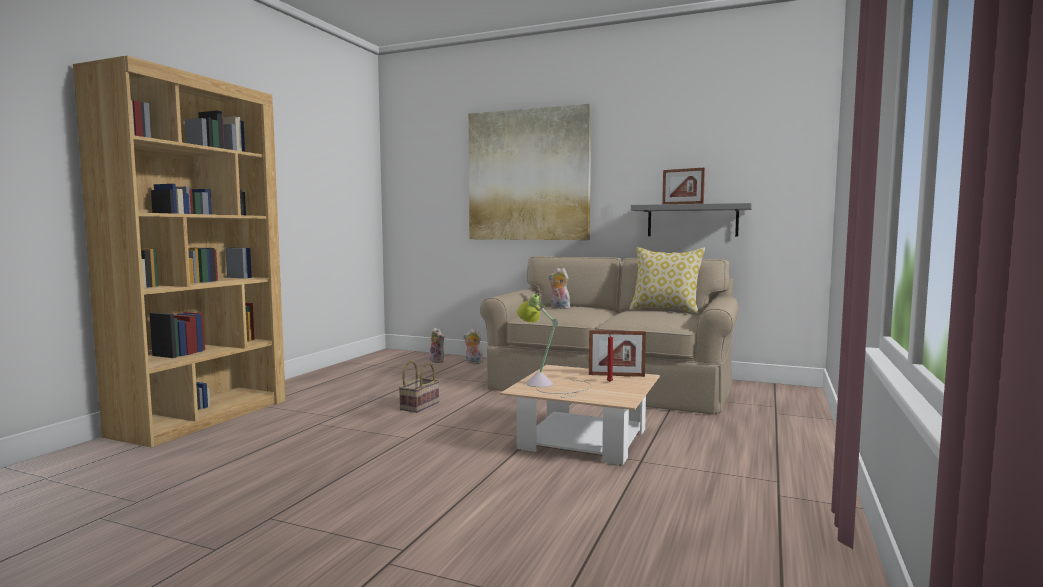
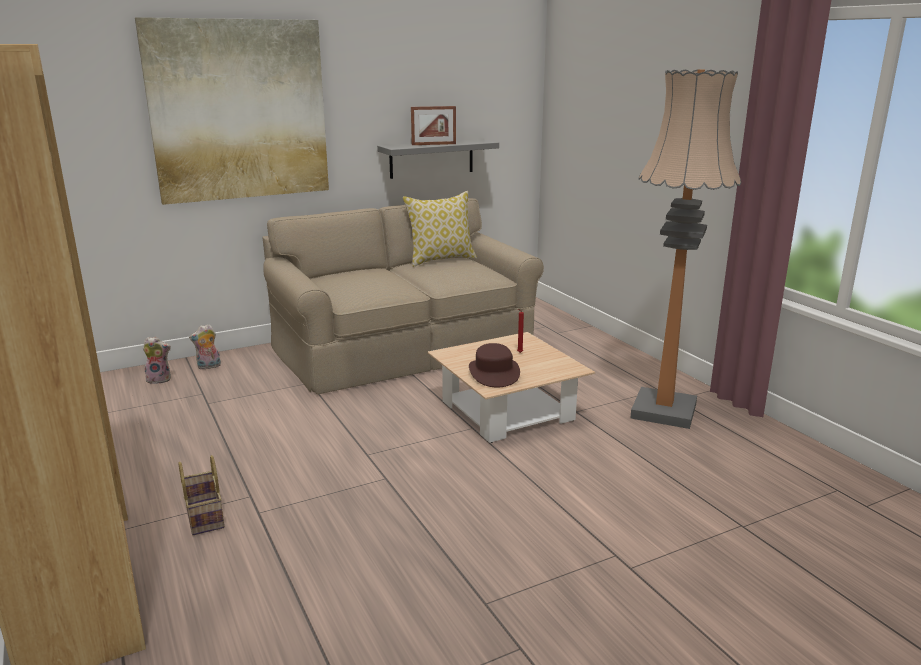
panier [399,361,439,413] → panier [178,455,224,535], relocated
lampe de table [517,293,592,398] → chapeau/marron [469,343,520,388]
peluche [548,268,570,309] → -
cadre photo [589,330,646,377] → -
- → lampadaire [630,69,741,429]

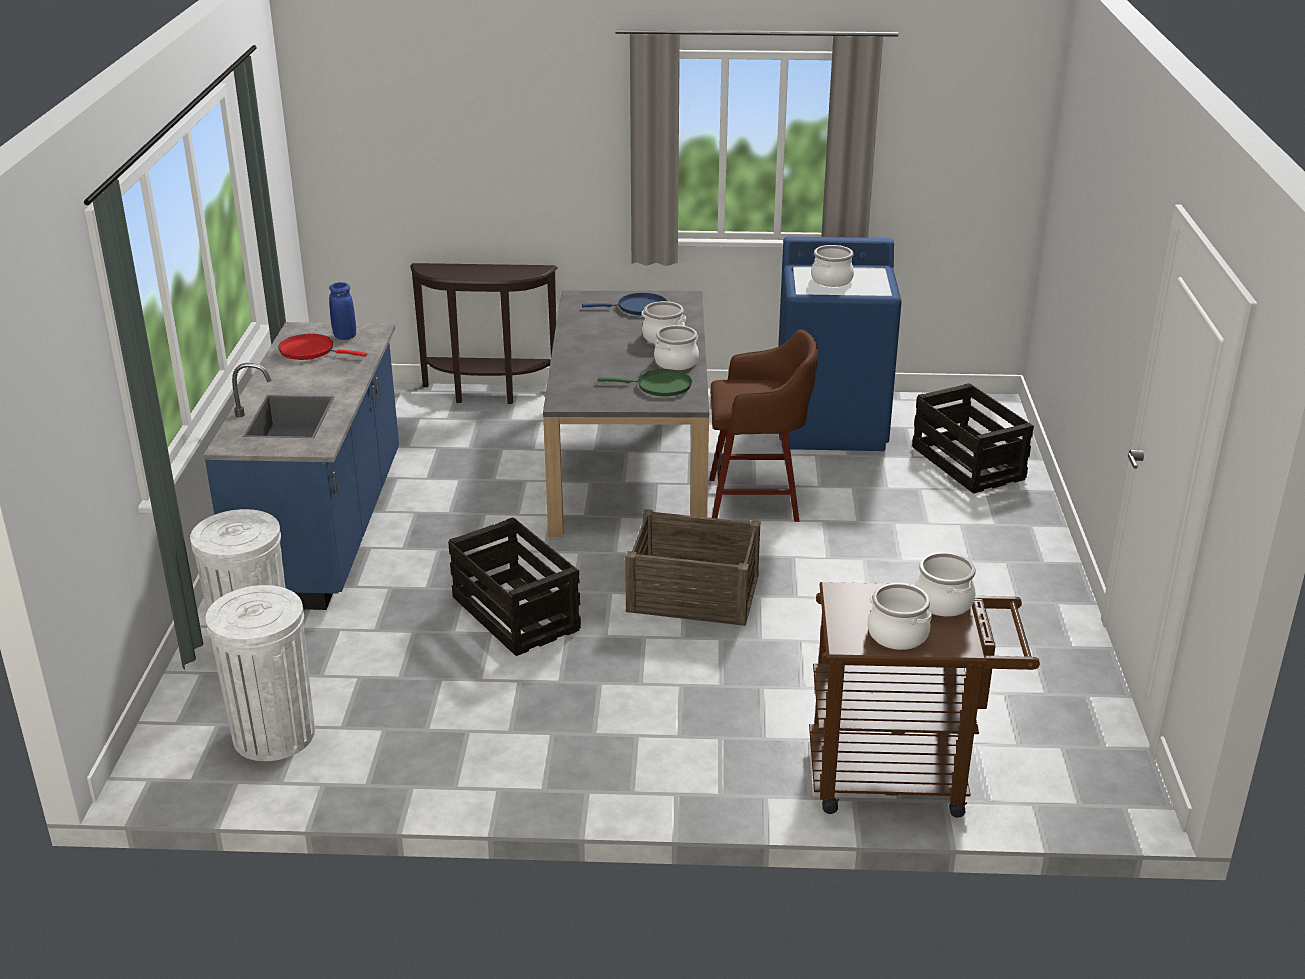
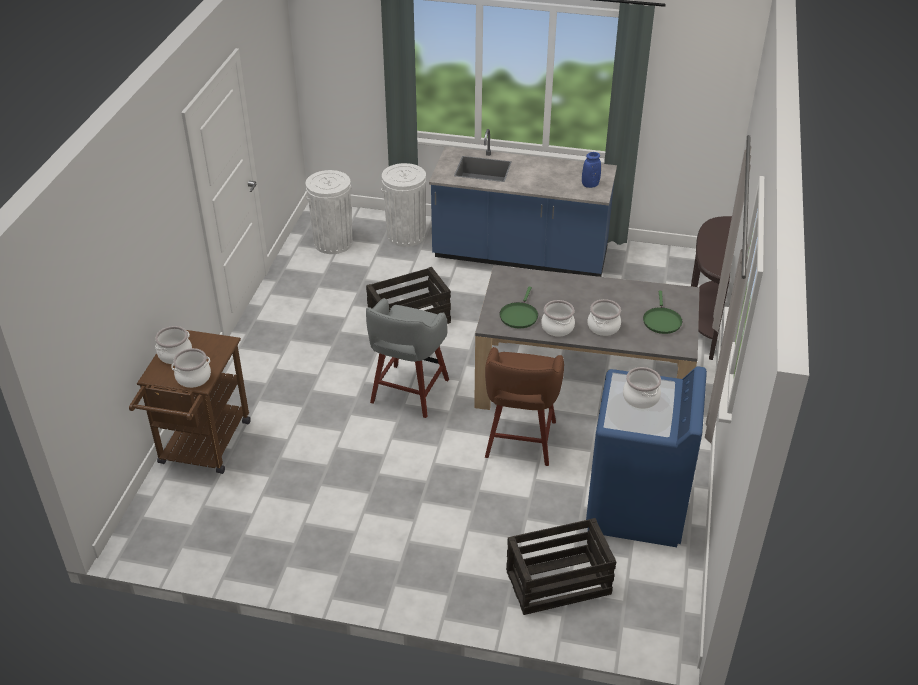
poêle/rouge [278,334,367,360] → -
poêle/bleu [582,293,667,315] → poêle/vert [643,291,682,334]
caisse [625,509,760,626] → tabouret/gris [366,298,449,418]

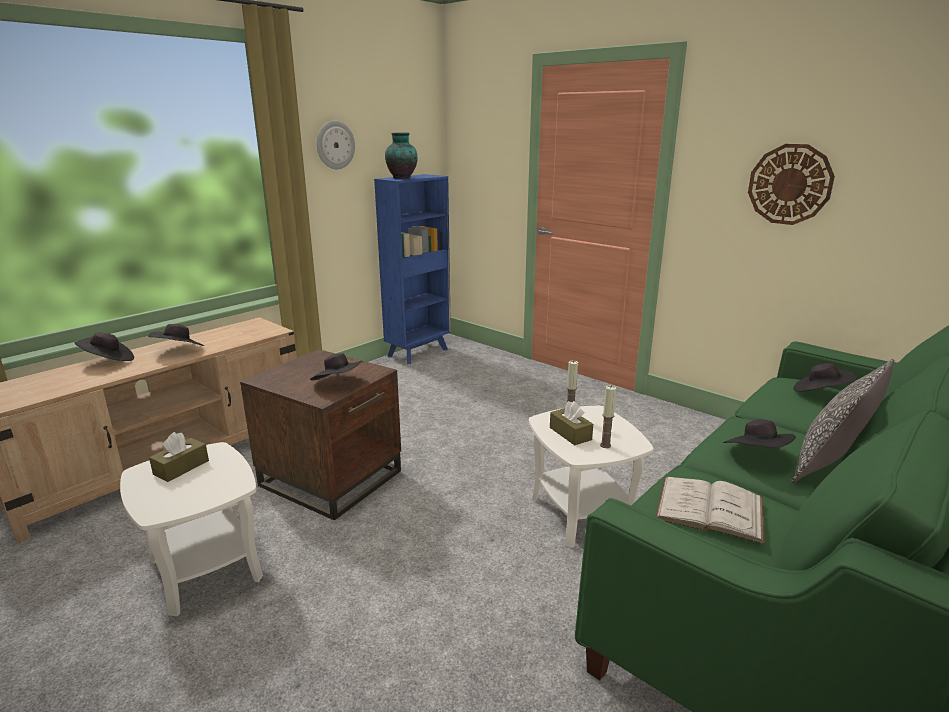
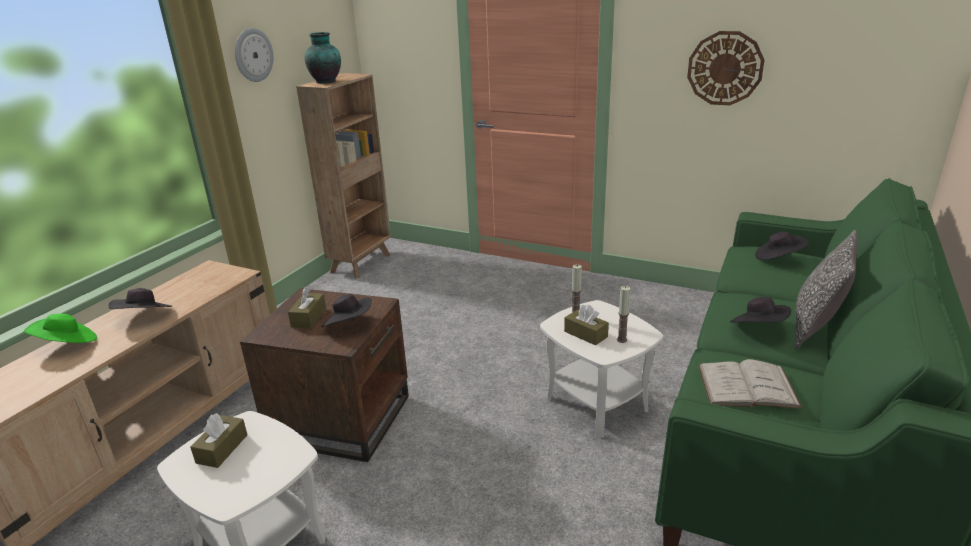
chapeau/noir [74,332,134,361] → chapeau/vert [24,314,97,343]
bibliothèque/bleu [374,174,451,364] → bibliothèque/marron [296,73,391,279]
- → boîte à mouchoirs/marron [288,287,326,328]

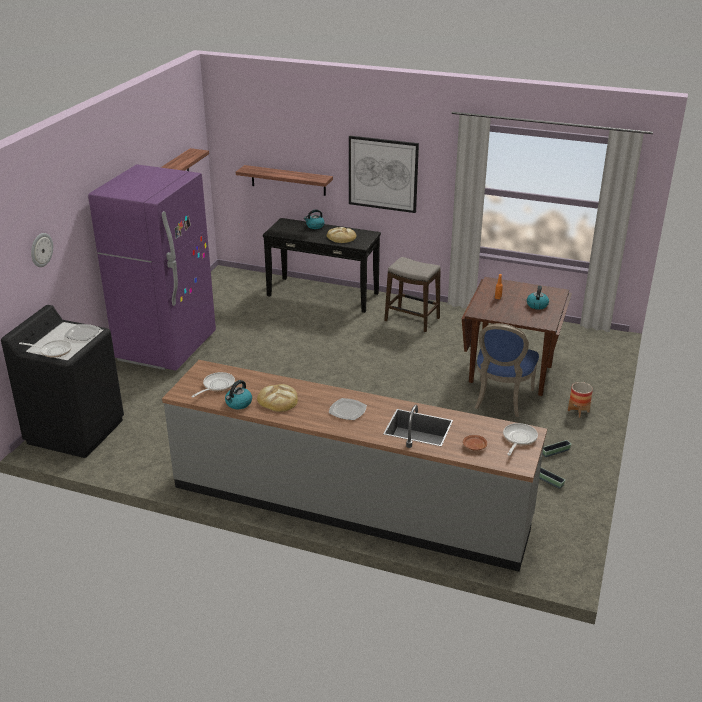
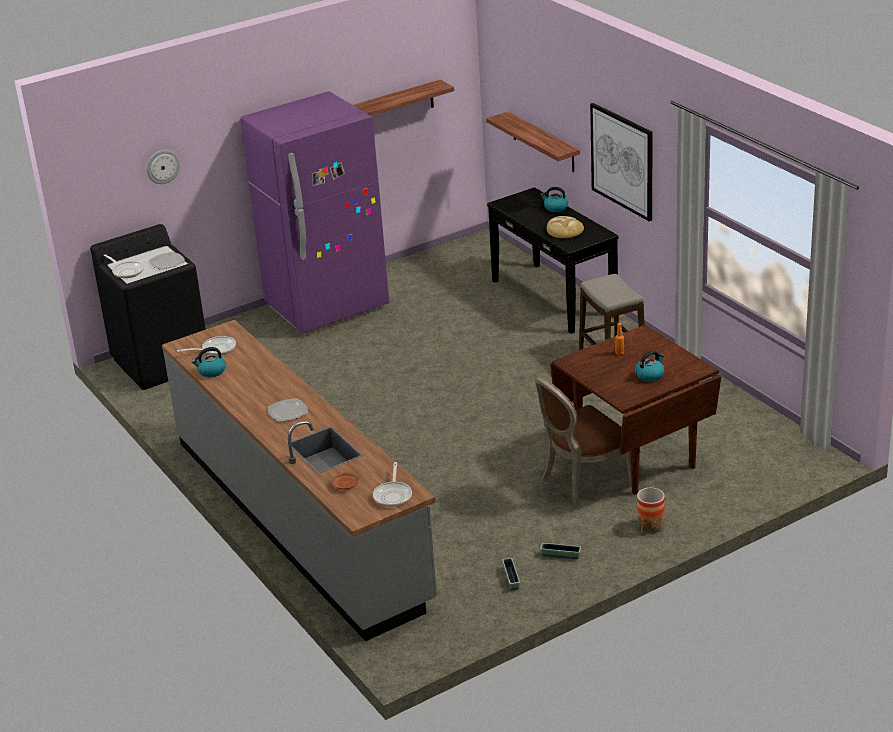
pain [257,384,298,412] → -
chaise/bleu [474,323,539,417] → chaise/marron [534,376,632,506]
poêle [503,423,538,456] → poêle [373,462,412,507], 120 degrees clockwise

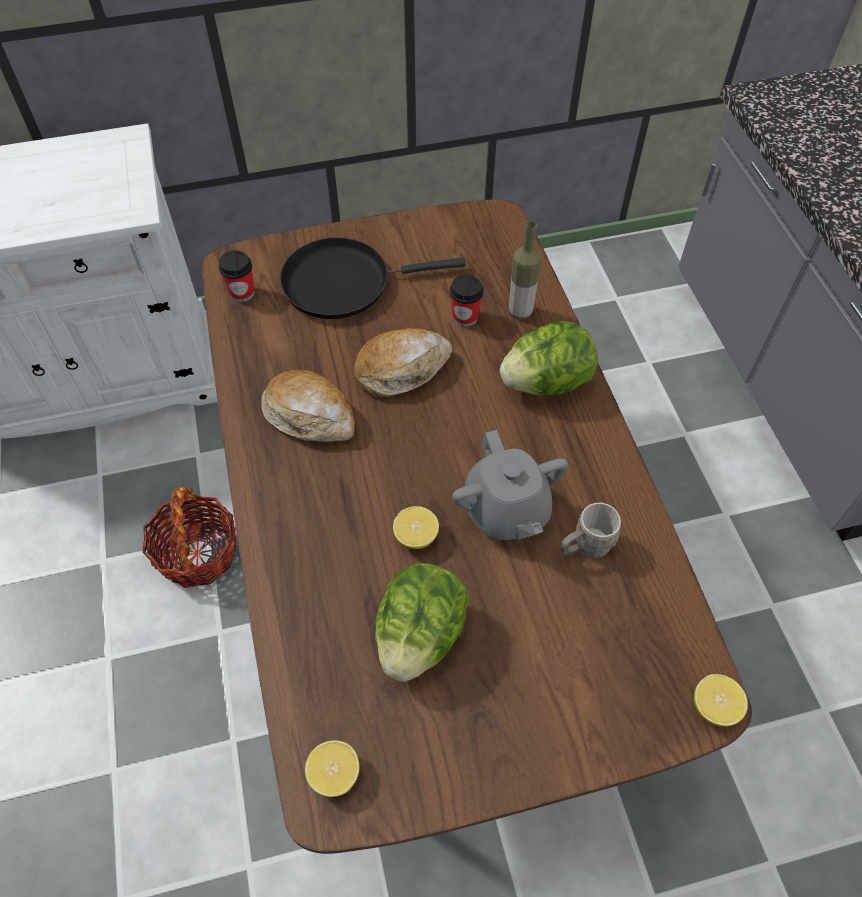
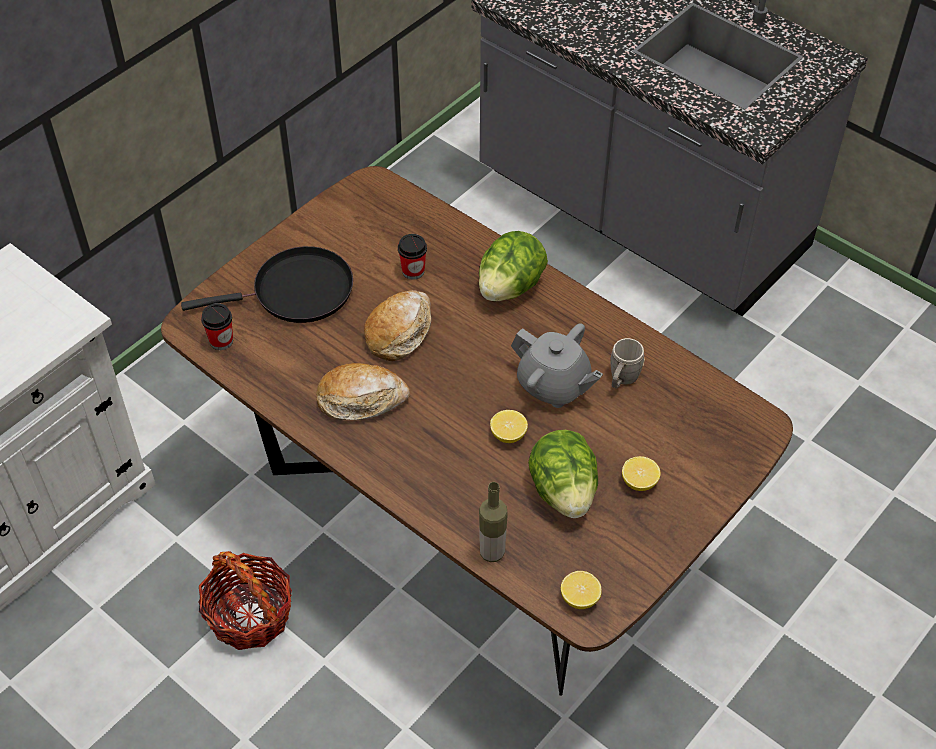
poêle/noir [280,237,466,319] → poêle/noir [181,246,353,323], 150 degrees counterclockwise
bouteille [509,221,541,319] → bouteille [479,482,508,562], relocated
citron [694,674,748,727] → citron [622,456,661,491], relocated

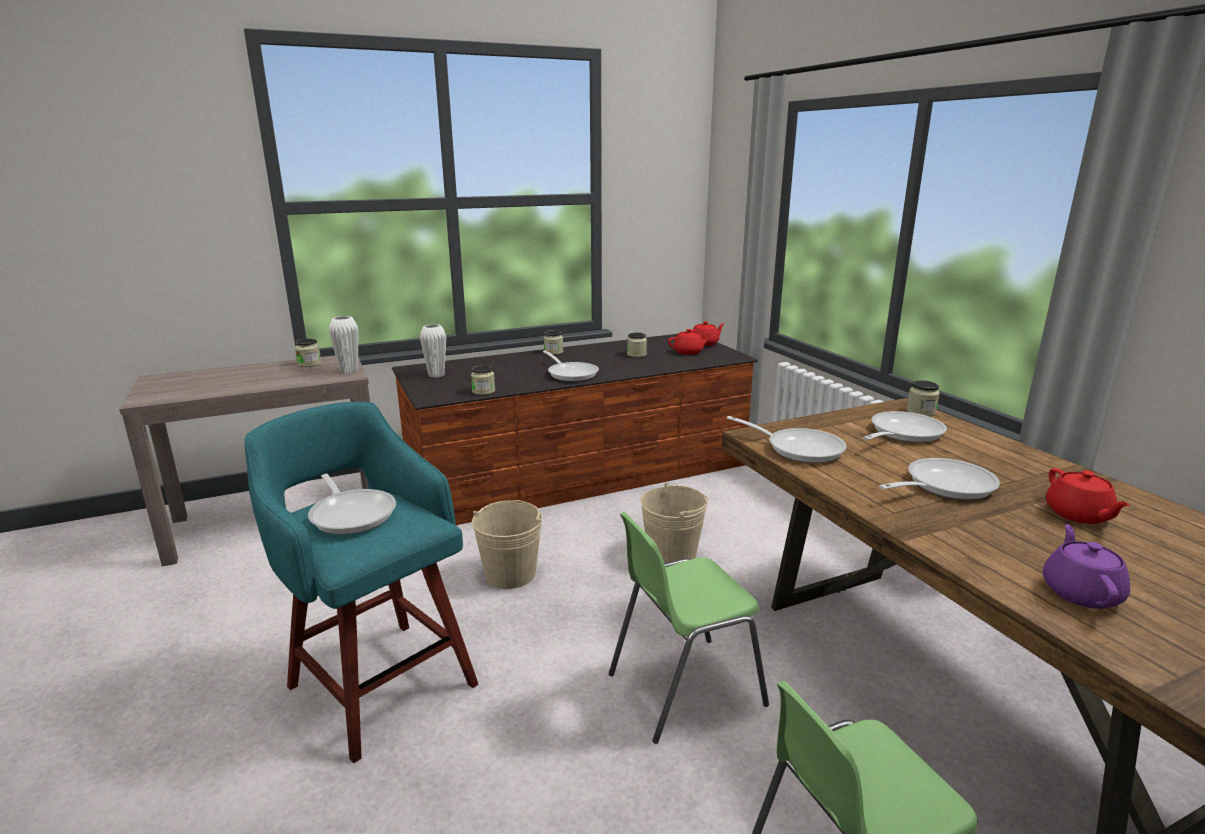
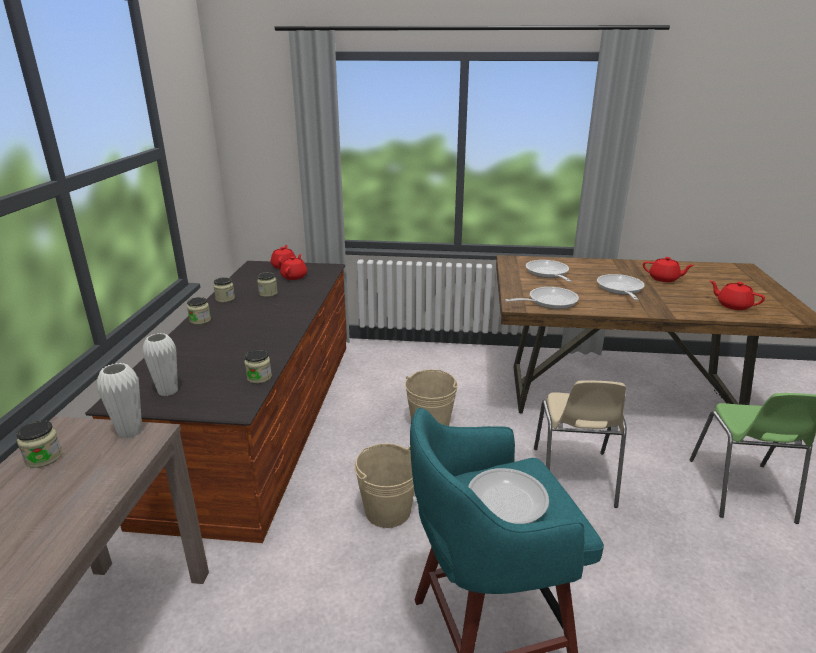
poêle [543,350,599,382] → -
chaise/vert [609,512,769,744] → chaise/beige [534,380,627,508]
bocal [906,380,940,416] → bocal [213,277,235,302], relocated
théière/violet [1043,524,1130,609] → théière/rouge [710,281,765,310]

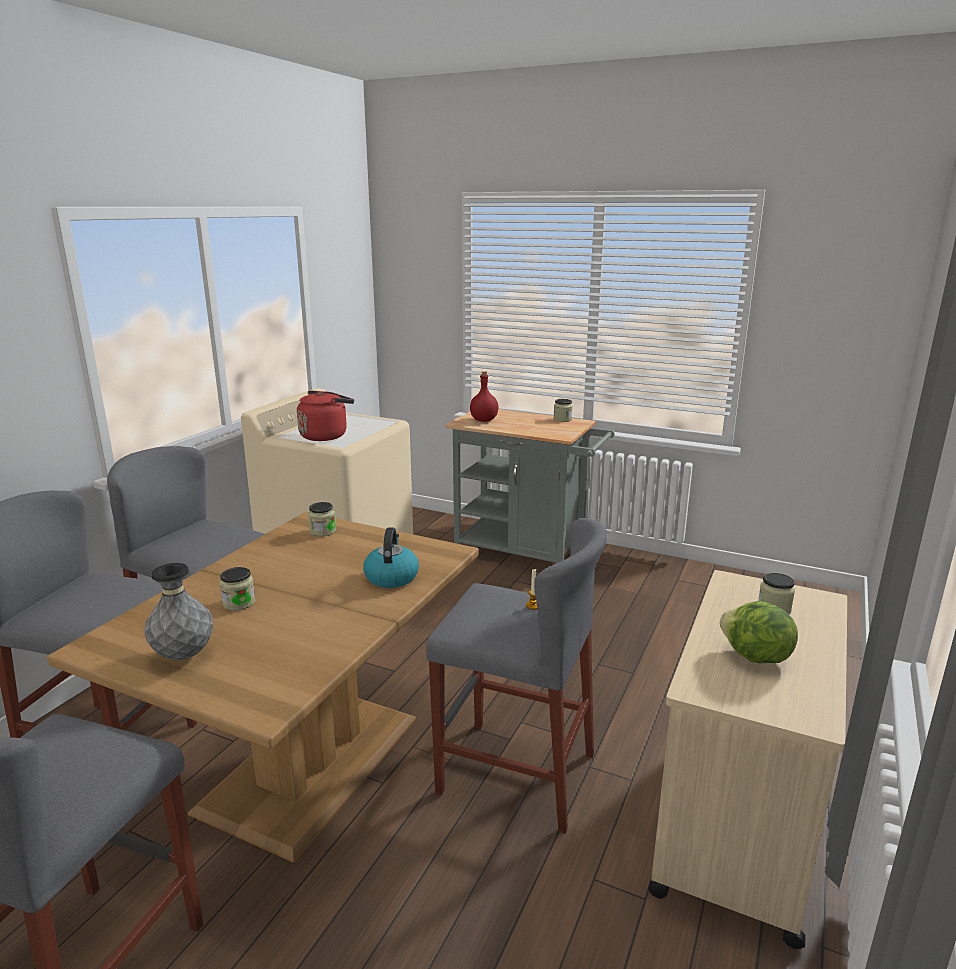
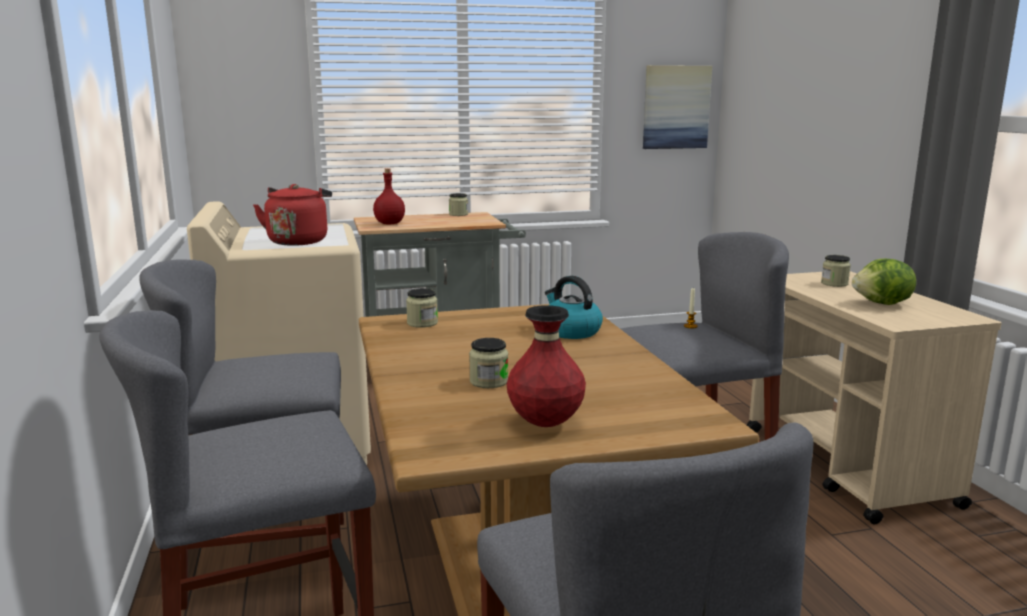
vase/gris [145,563,213,660] → vase/rouge [507,305,586,427]
- → tableau [643,65,712,149]

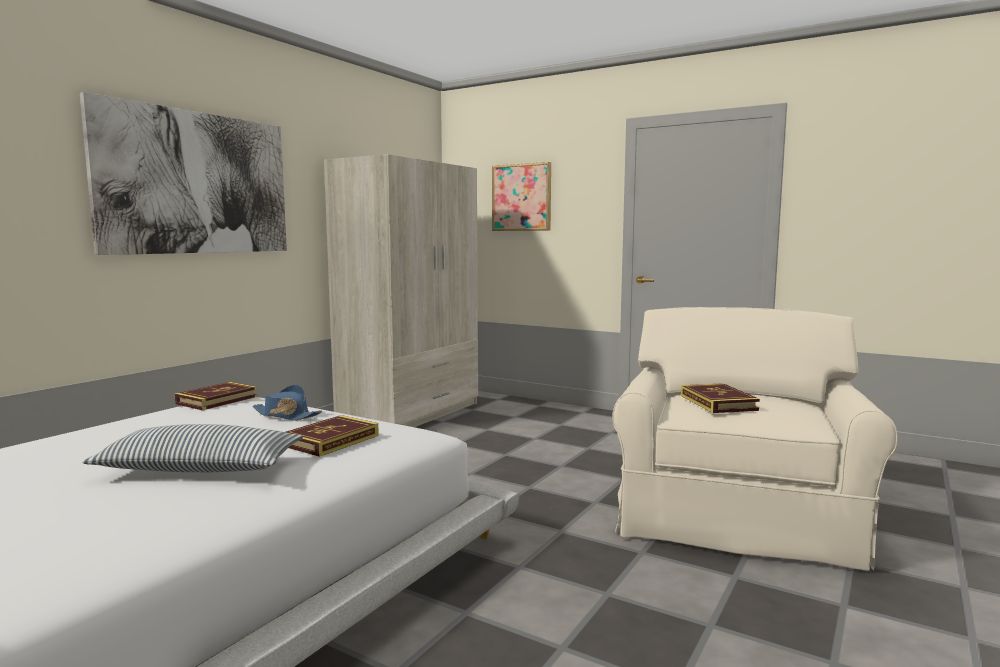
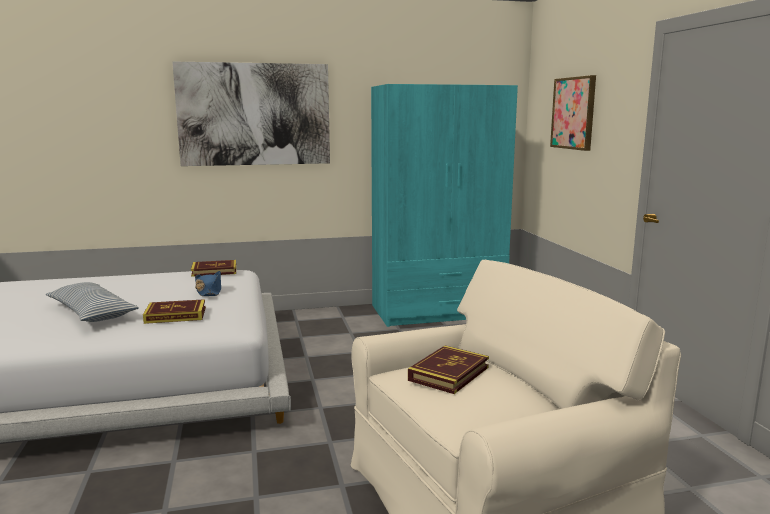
armoire/beige [324,154,478,427] → armoire/turquoise [371,84,518,327]

